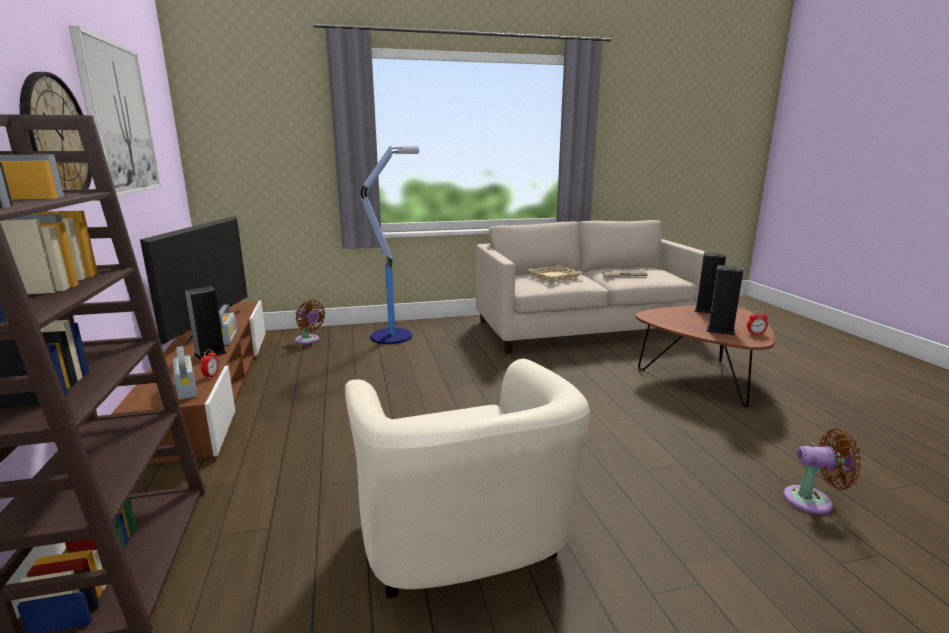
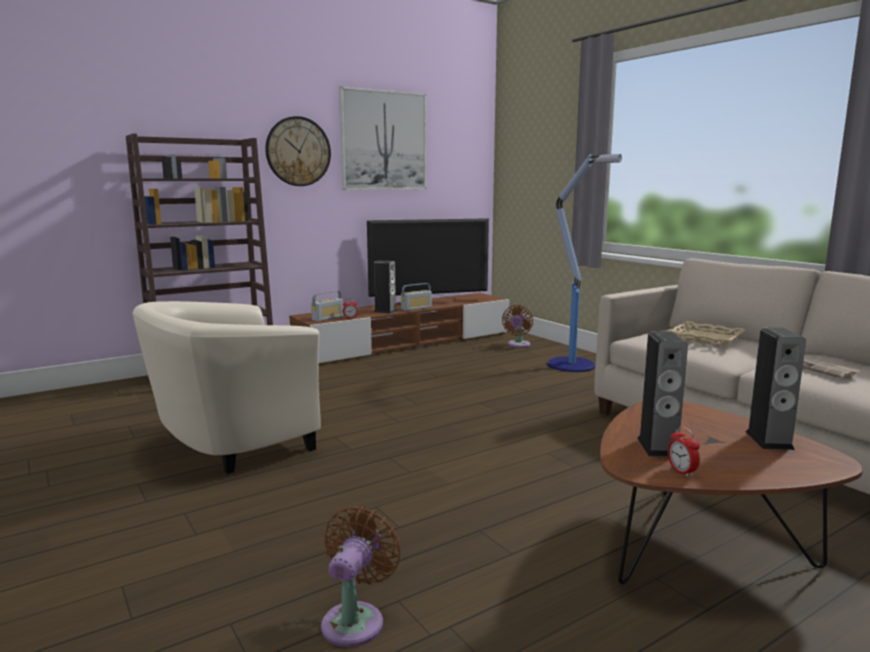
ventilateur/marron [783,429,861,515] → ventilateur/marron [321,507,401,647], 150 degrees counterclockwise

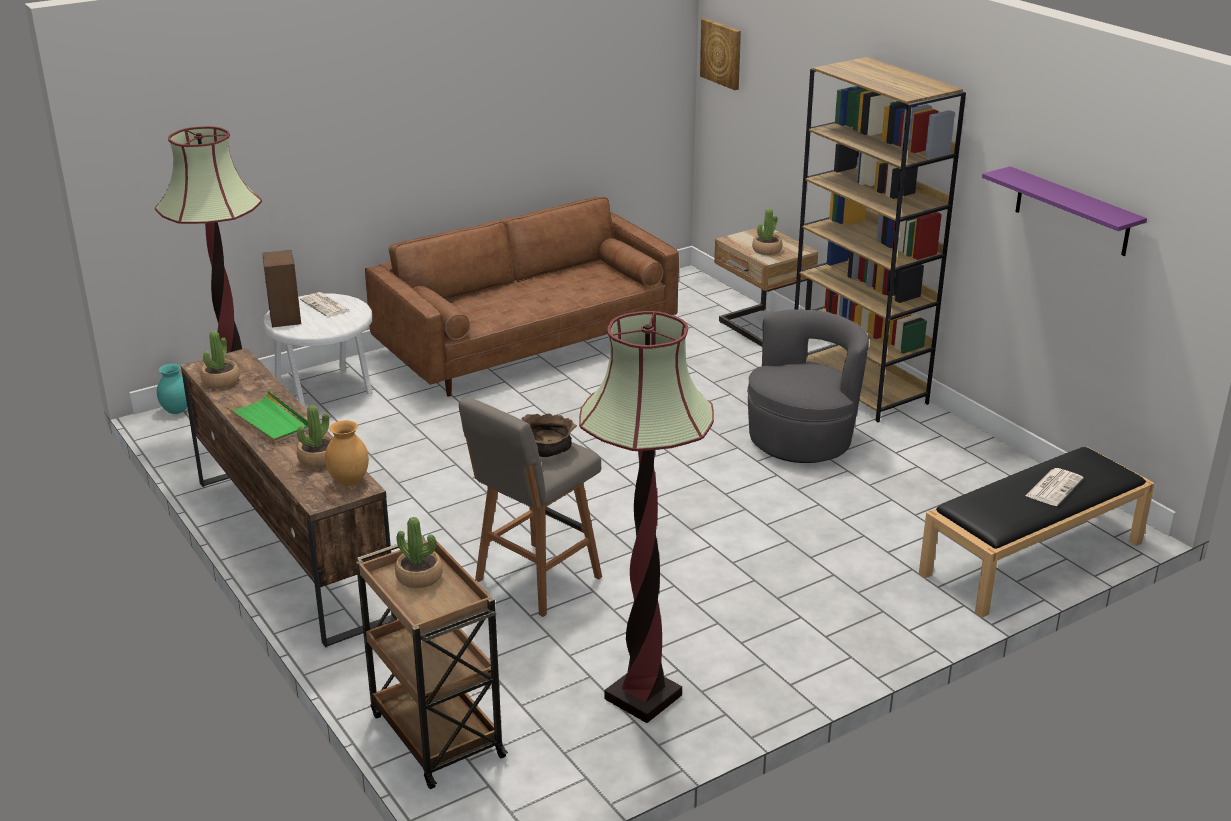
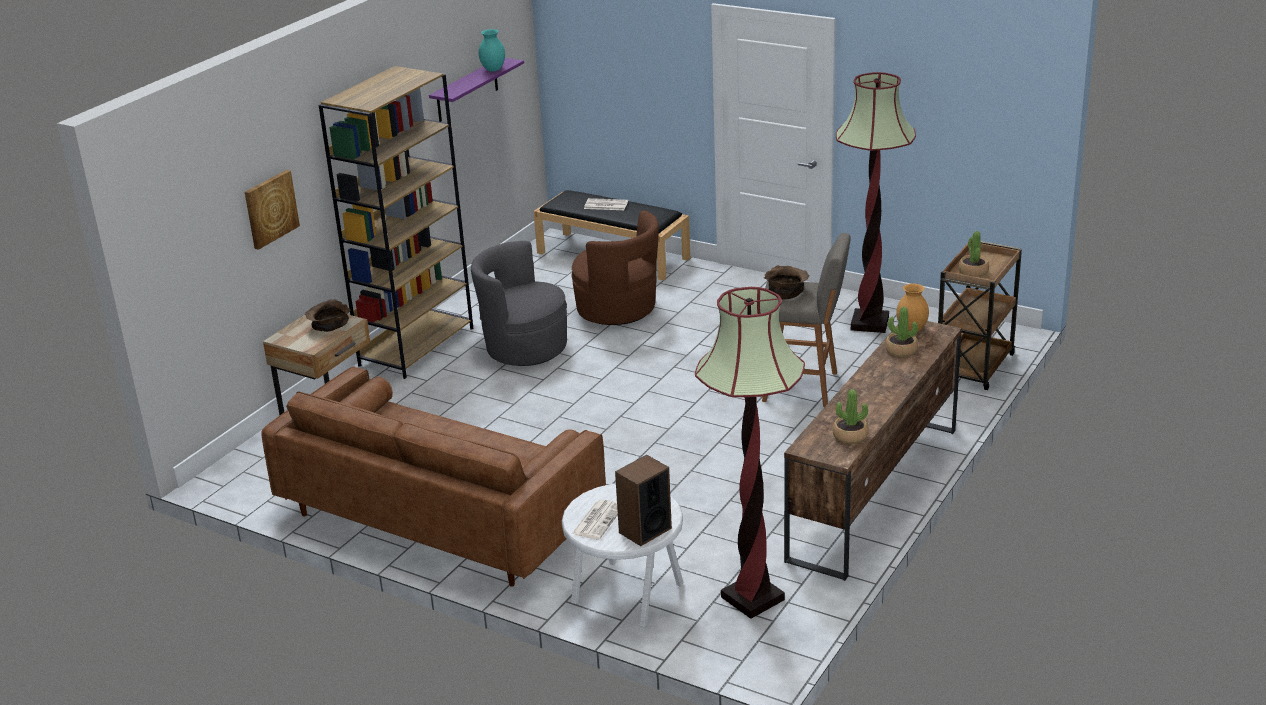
vase/turquoise [157,364,187,414] → vase/turquoise [479,29,505,71], relocated
plateau/vert [225,391,309,444] → -
tableau [700,18,741,90] → tableau [245,170,300,250], relocated
plante en pot [752,208,782,255] → bol/marron [305,299,351,332]
- → fauteuil/marron [572,210,659,325]

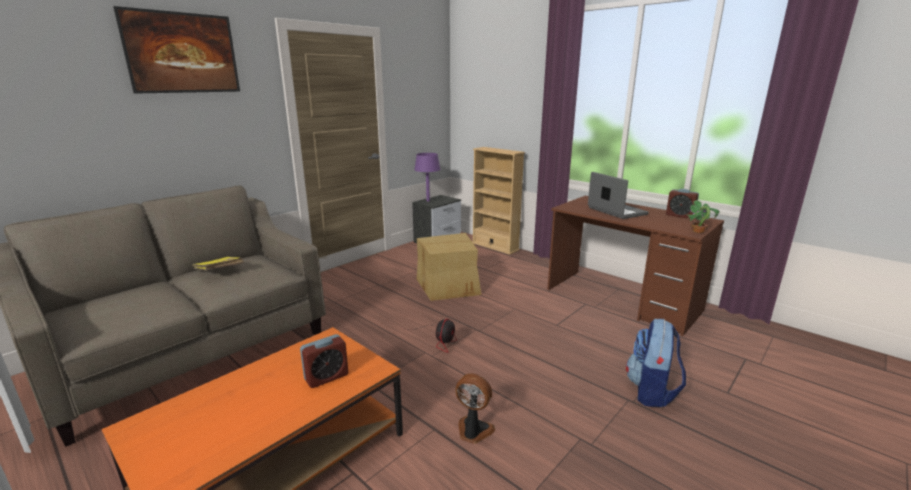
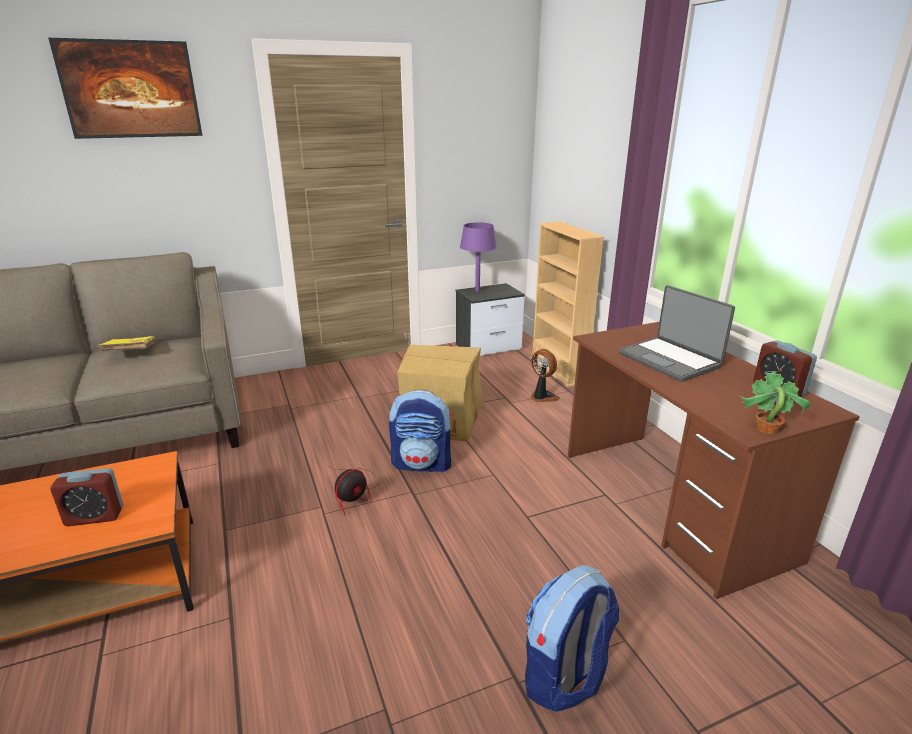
ventilateur [455,373,495,444] → ventilateur [530,349,560,403], relocated
ordinateur portable [588,172,649,219] → ordinateur portable [619,285,735,382], 150 degrees clockwise
- → sac à dos [389,390,453,472]

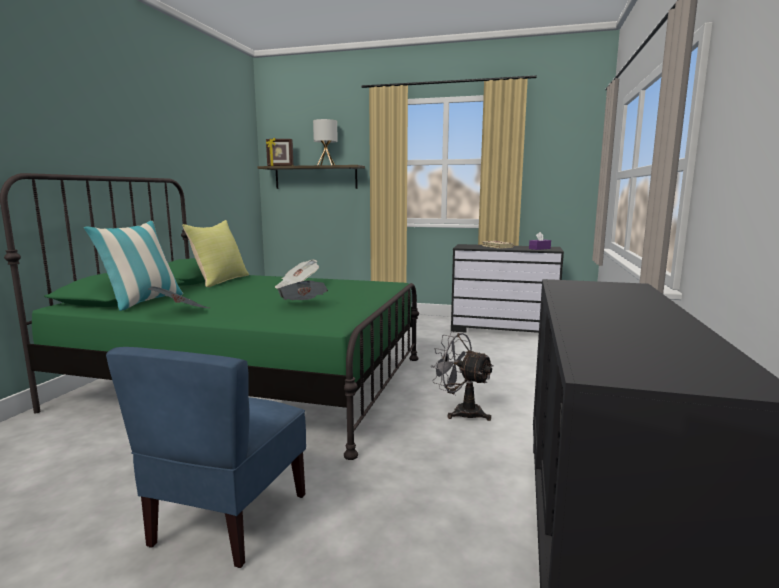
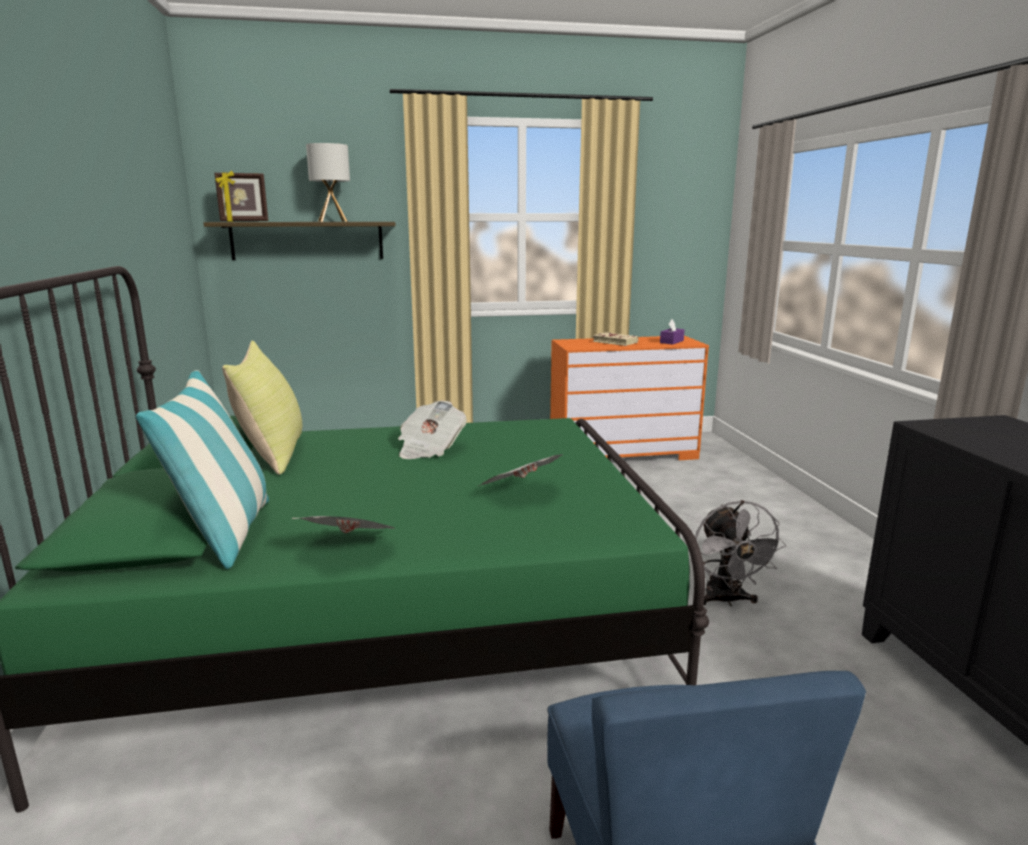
ventilateur/gris [431,332,494,421] → ventilateur/gris [695,500,787,606], 105 degrees counterclockwise
commode/noir [451,244,564,333] → commode/orange [550,336,709,460]

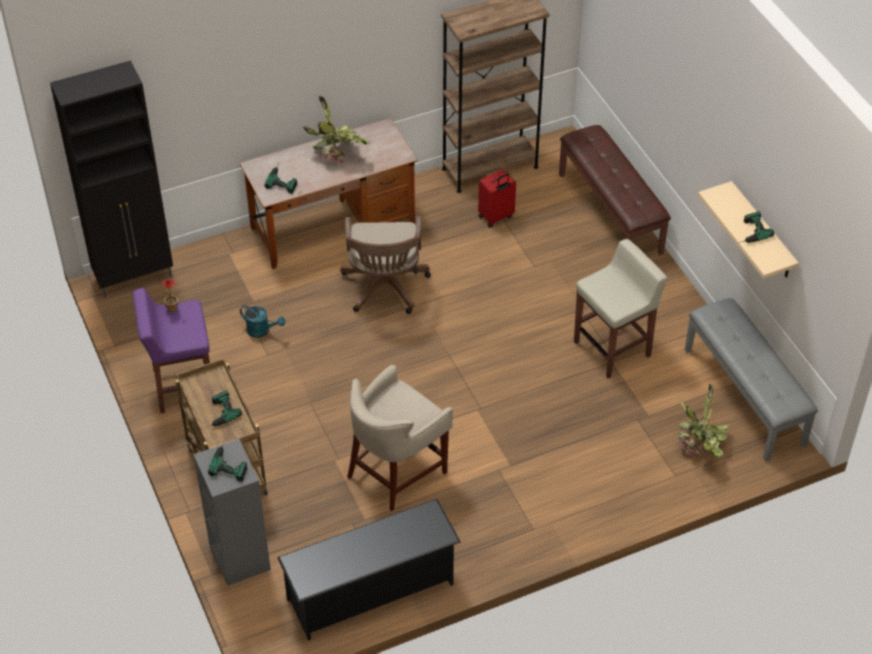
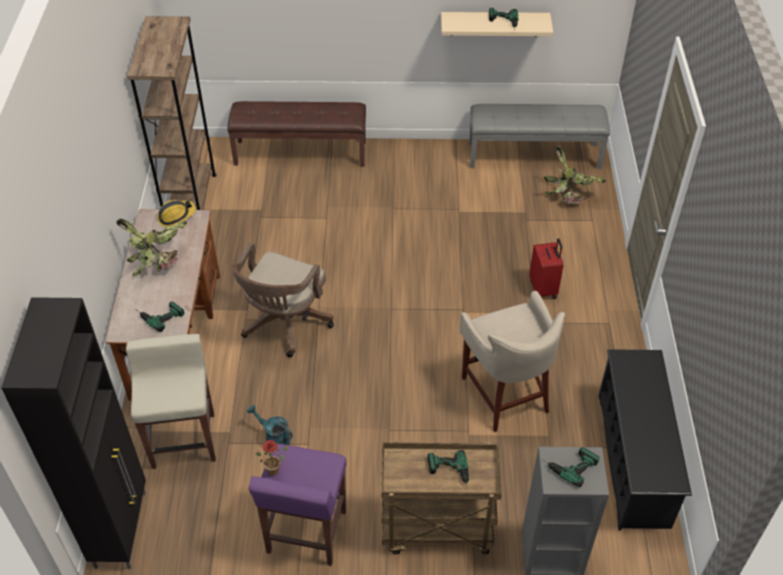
arrosoir/turquoise [240,305,285,338] → arrosoir/turquoise [247,405,293,445], 105 degrees counterclockwise
chaise de bureau/marron [340,216,431,314] → chaise de bureau/marron [232,243,334,357], 90 degrees clockwise
valise/rouge [478,169,516,228] → valise/rouge [529,238,564,299], relocated
tabouret/beige [574,239,667,379] → tabouret/beige [126,334,216,469], relocated
- → casque de chantier [157,200,196,227]

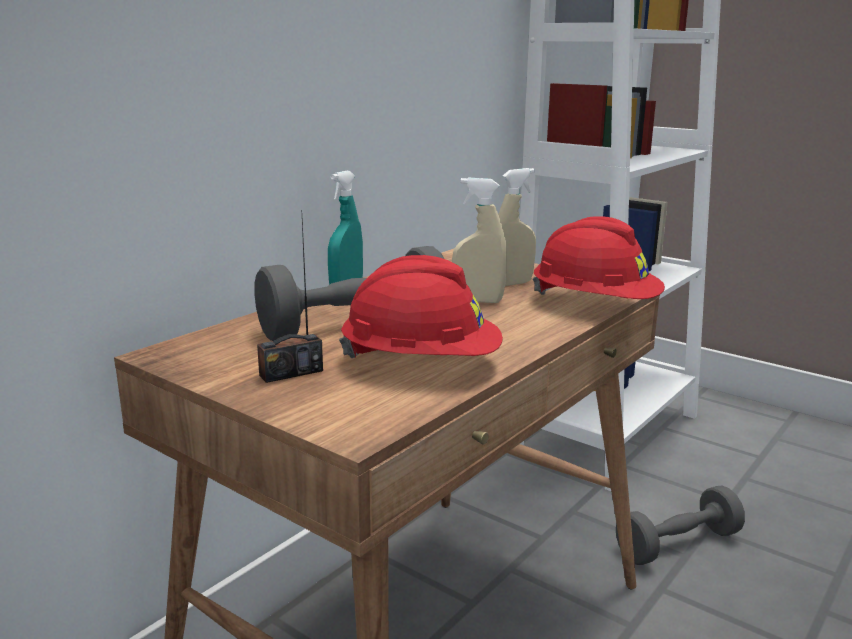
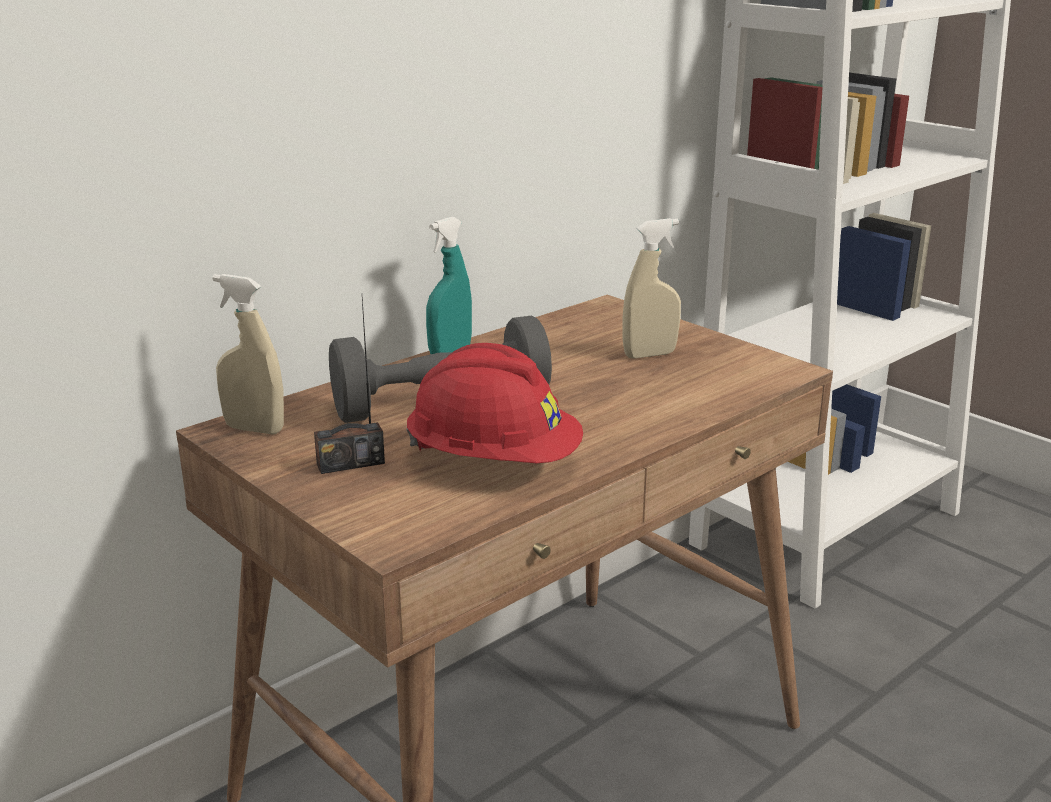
vaporisateur/beige [452,177,507,303] → vaporisateur/beige [212,274,284,434], relocated
casque de chantier/rouge [533,216,665,299] → -
haltère/gris [616,486,745,565] → -

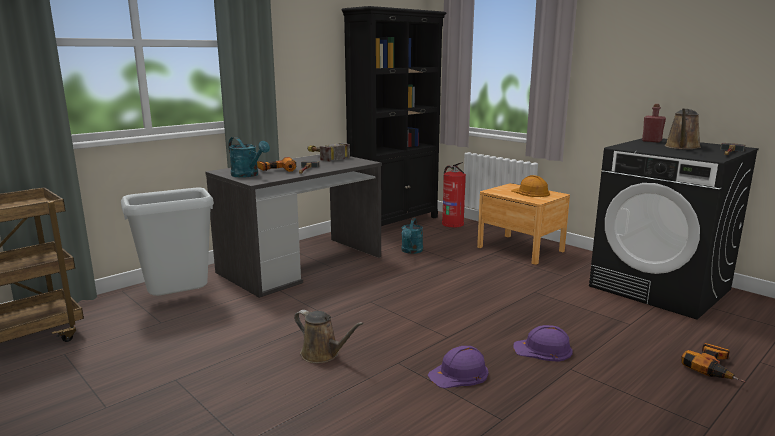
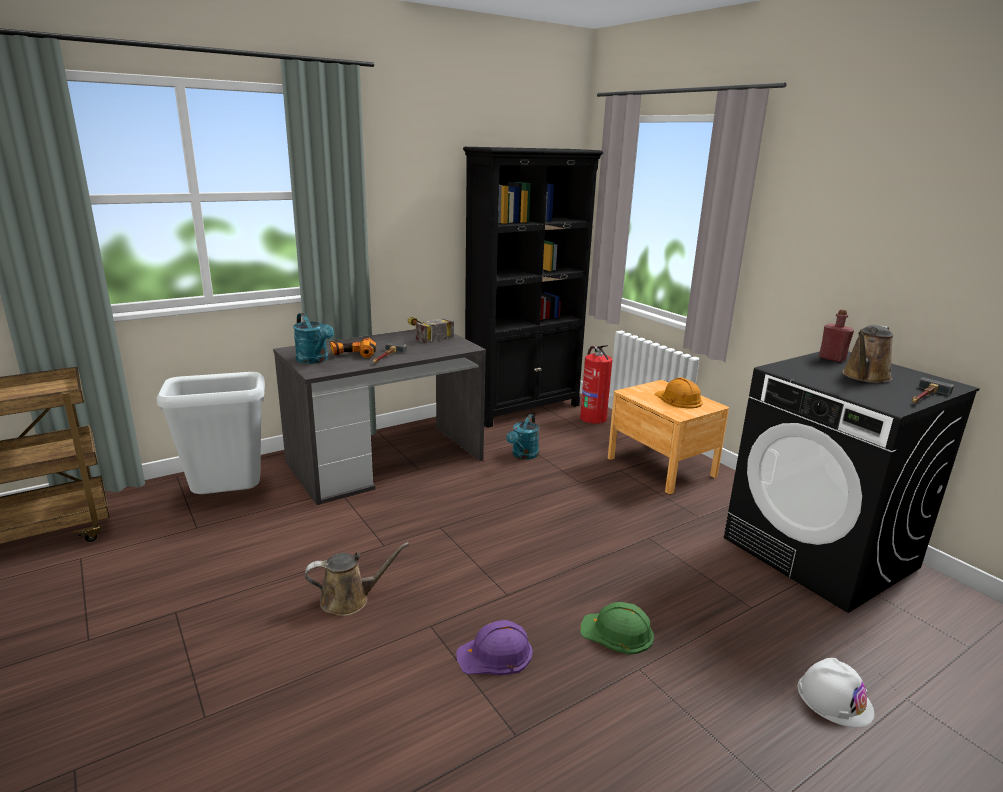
arrosoir/marron [294,310,364,363] → arrosoir/marron [305,542,409,616], 60 degrees counterclockwise
casque de chantier/violet [513,325,573,362] → casque de chantier/vert [580,602,654,655]
perceuse [681,343,745,382] → casque de chantier/blanc [798,658,874,728]

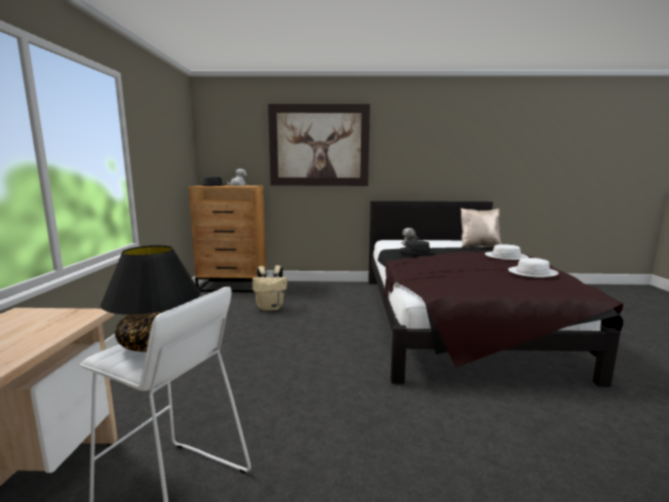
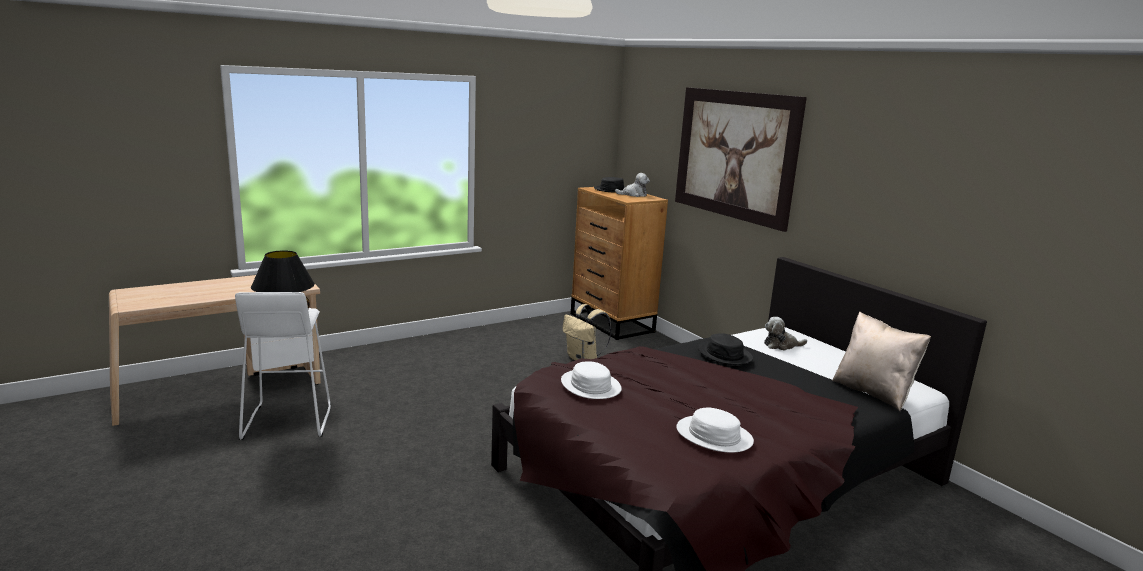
chapeau/blanc [485,244,528,260] → chapeau/blanc [561,361,622,399], relocated

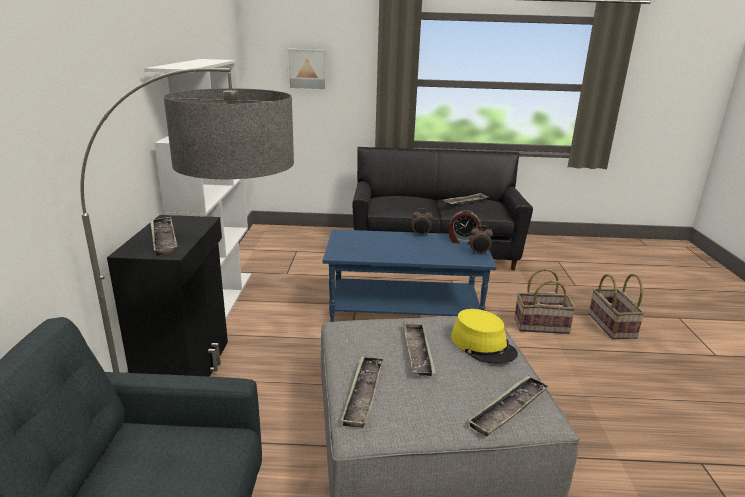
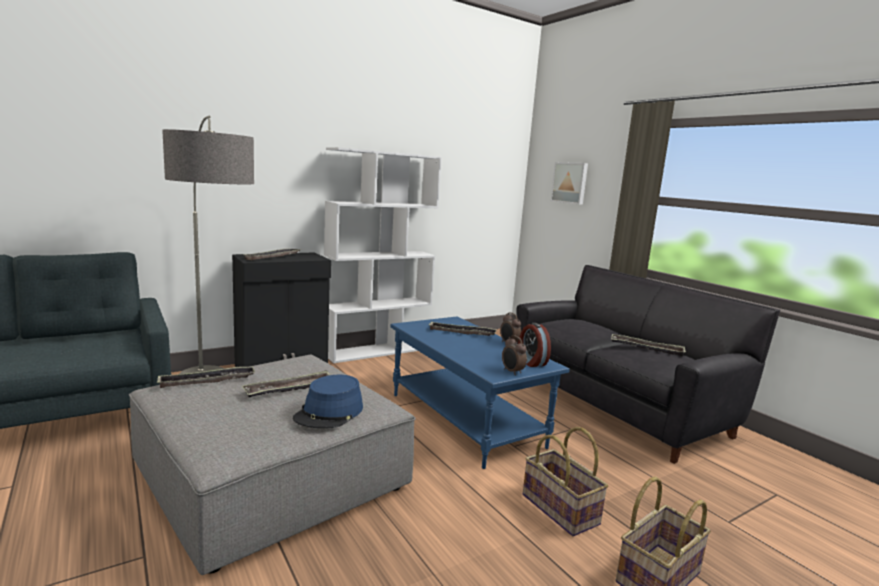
chapeau/jaune [451,309,518,363] → chapeau/bleu [293,375,363,428]
plateau [467,375,550,436] → plateau [429,322,497,336], relocated

